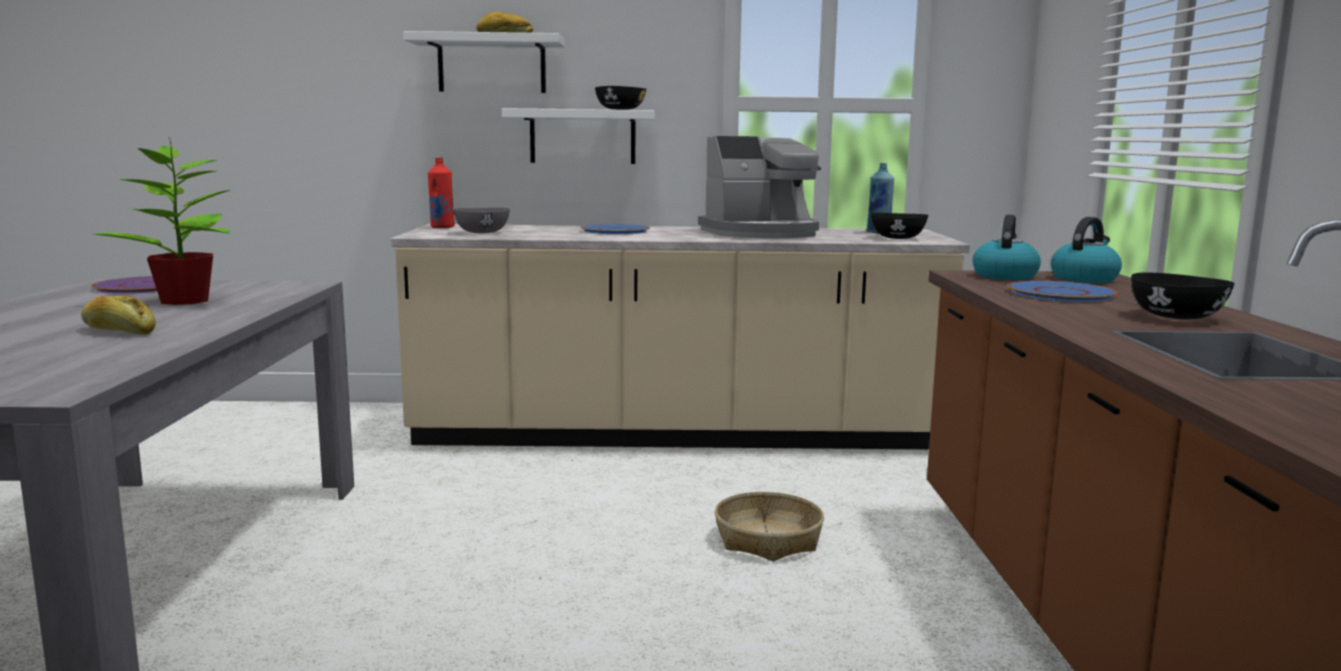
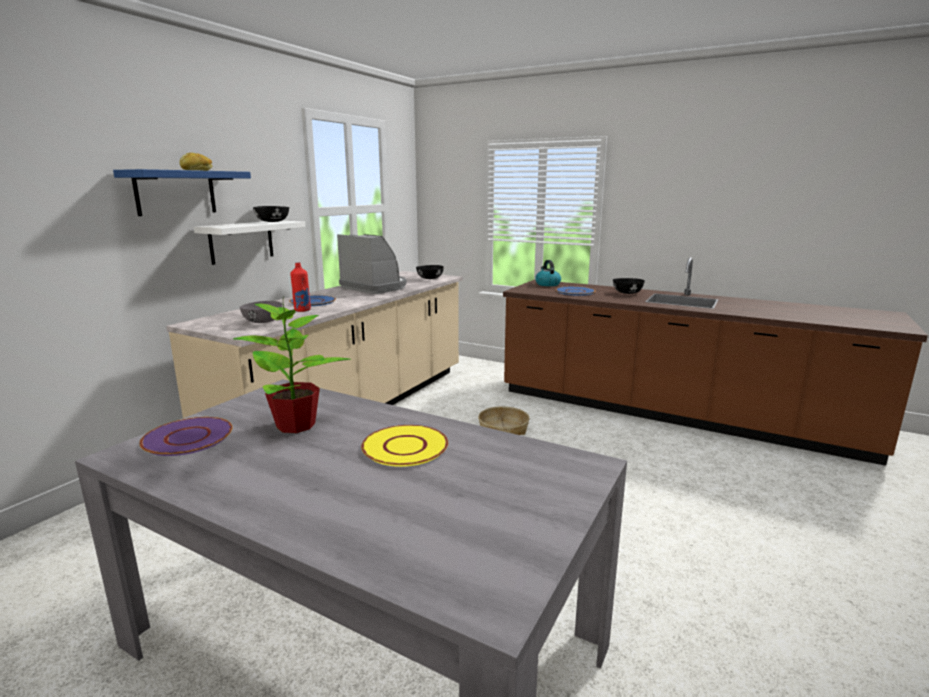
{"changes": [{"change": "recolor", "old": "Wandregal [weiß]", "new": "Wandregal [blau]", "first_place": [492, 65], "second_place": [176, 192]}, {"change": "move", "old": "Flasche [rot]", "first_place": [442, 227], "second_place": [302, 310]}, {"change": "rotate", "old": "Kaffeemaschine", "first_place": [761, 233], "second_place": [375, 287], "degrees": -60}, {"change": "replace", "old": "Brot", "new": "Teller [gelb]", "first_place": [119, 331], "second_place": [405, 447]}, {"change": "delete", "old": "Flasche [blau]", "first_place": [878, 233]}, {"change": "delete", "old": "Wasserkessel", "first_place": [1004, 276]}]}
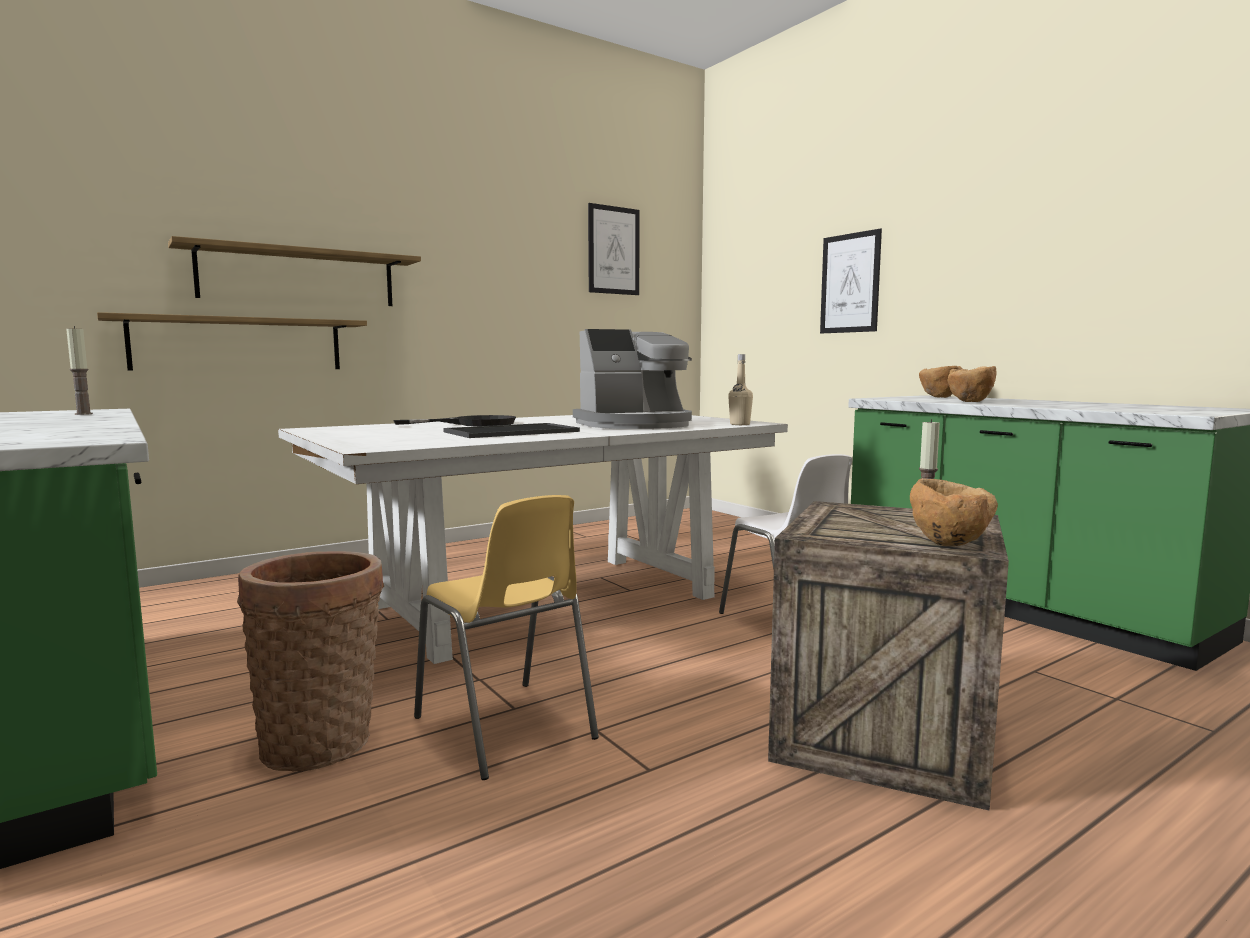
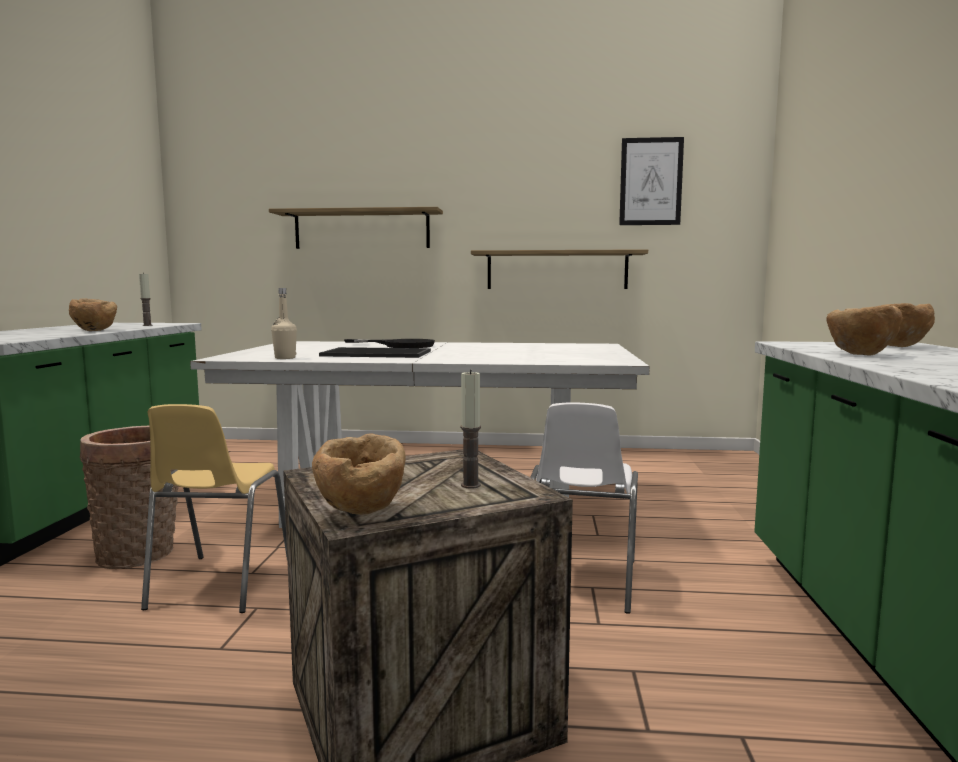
{"changes": [{"change": "insert", "new": "Schüssel [braun]", "second_place": [95, 331]}, {"change": "move", "old": "Flasche [beige]", "first_place": [740, 424], "second_place": [285, 358]}, {"change": "move", "old": "Wandregal", "first_place": [239, 344], "second_place": [557, 270]}, {"change": "delete", "old": "Kaffeemaschine", "first_place": [635, 425]}, {"change": "delete", "old": "Bild", "first_place": [850, 283]}]}
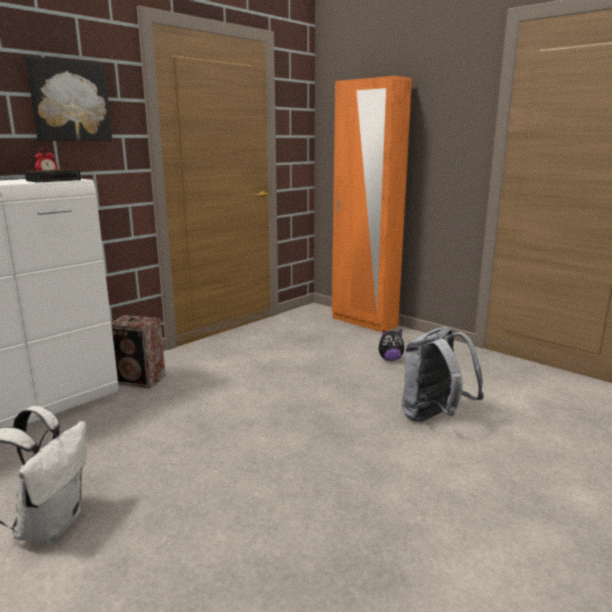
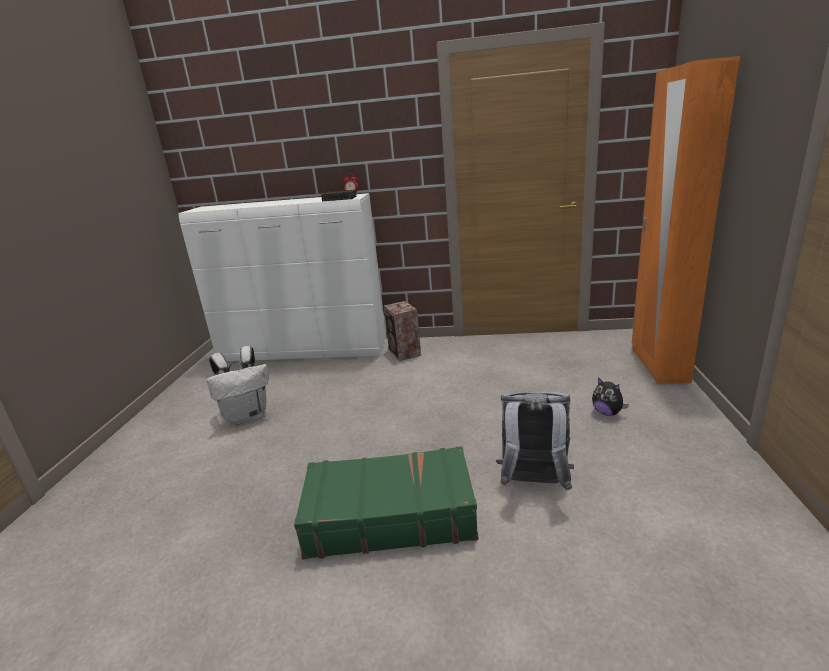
{"changes": [{"change": "insert", "new": "Koffer [grün]", "second_place": [389, 515]}, {"change": "delete", "old": "Bild", "first_place": [69, 101]}]}
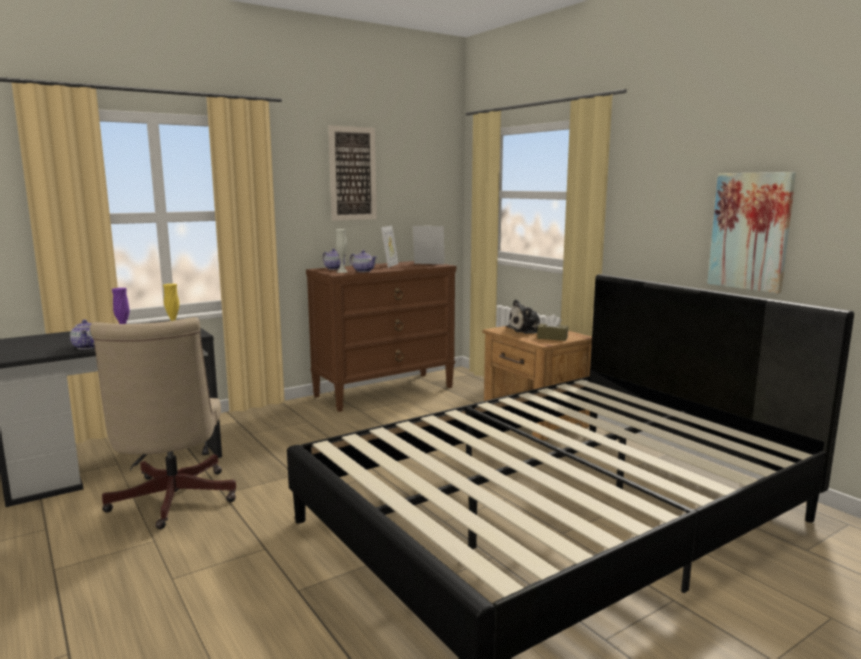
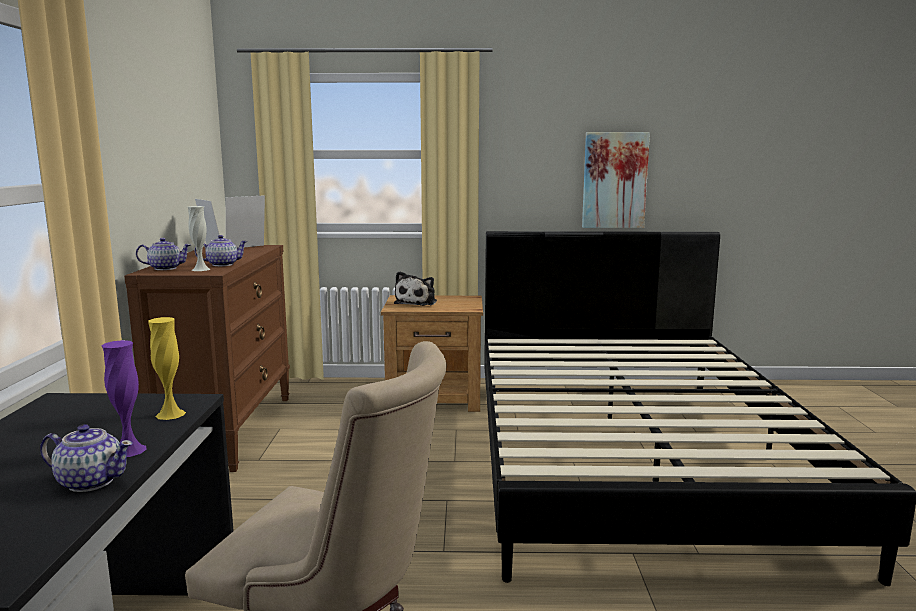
{"changes": [{"change": "delete", "old": "Bild", "first_place": [352, 174]}, {"change": "delete", "old": "Taschentuchbox [braun]", "first_place": [552, 338]}]}
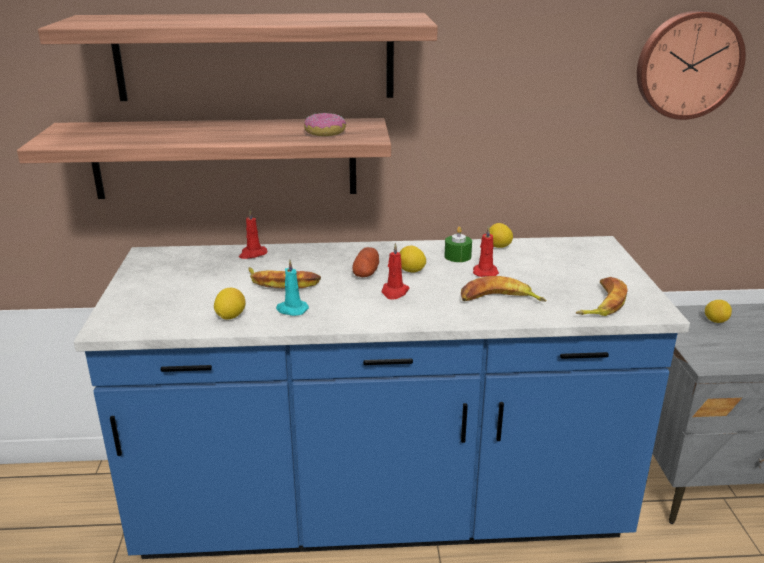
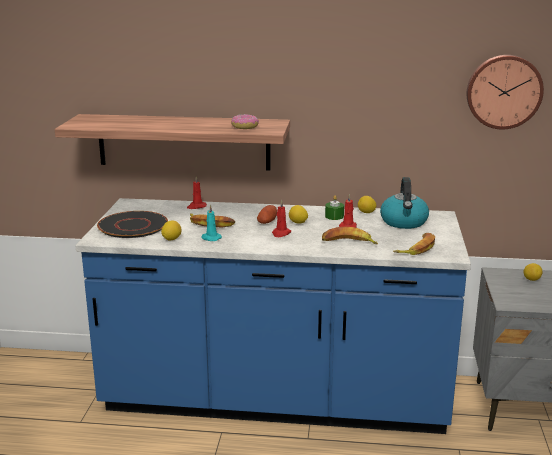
{"changes": [{"change": "insert", "new": "Teller [schwarz]", "second_place": [133, 226]}, {"change": "insert", "new": "Wasserkessel", "second_place": [404, 222]}, {"change": "delete", "old": "Wandregal", "first_place": [255, 57]}]}
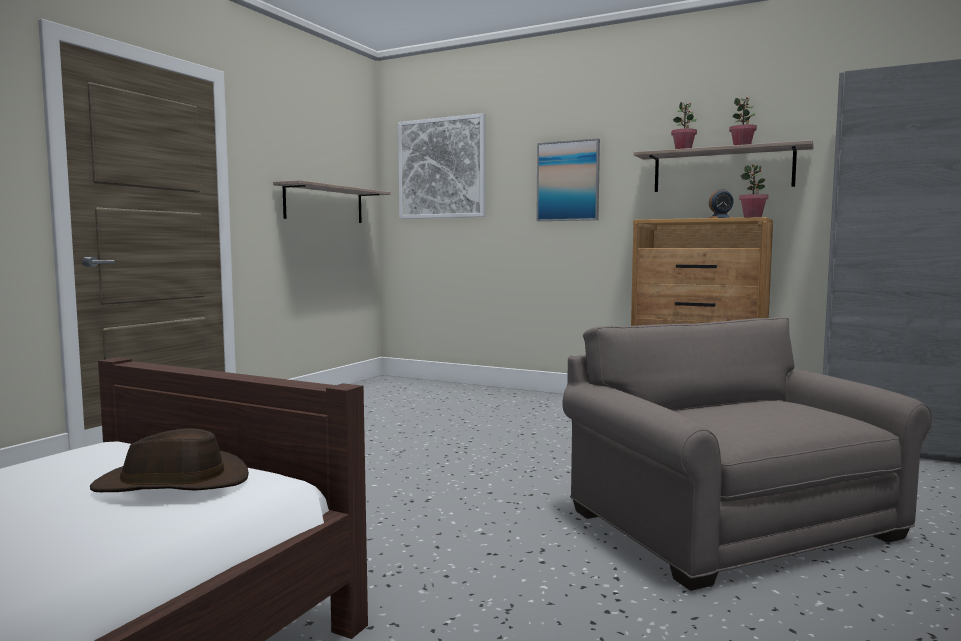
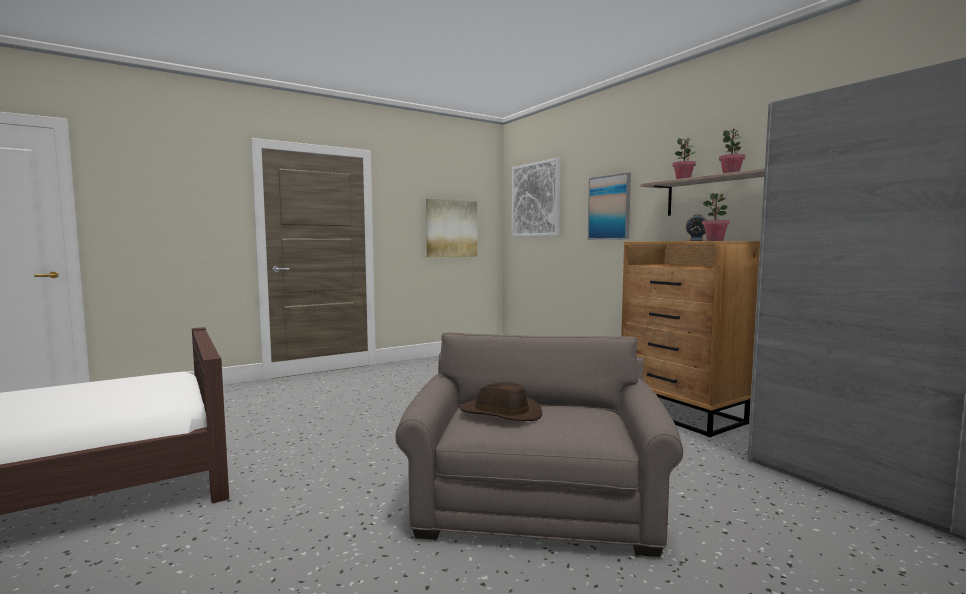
{"changes": [{"change": "replace", "old": "Wandregal", "new": "Bild", "first_place": [324, 204], "second_place": [451, 228]}, {"change": "move", "old": "Hut [braun]", "first_place": [173, 484], "second_place": [501, 413]}]}
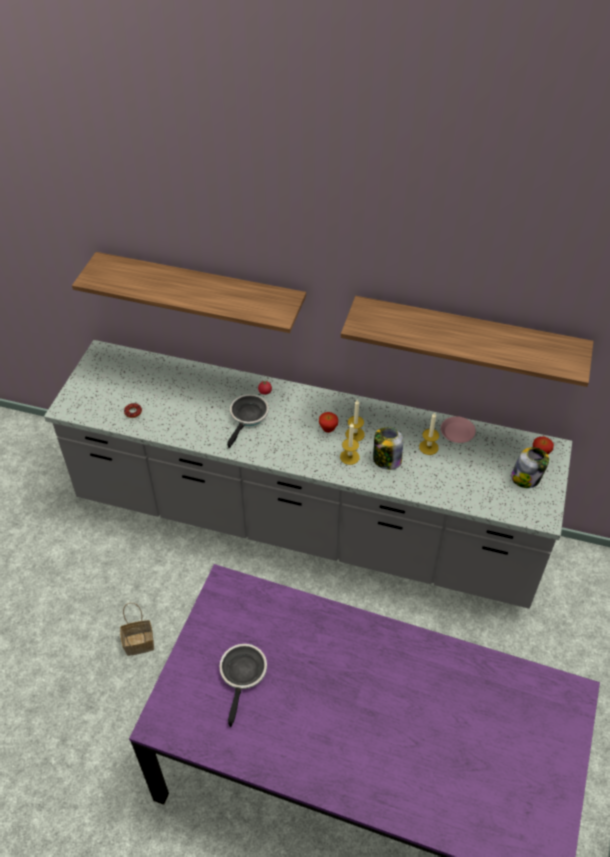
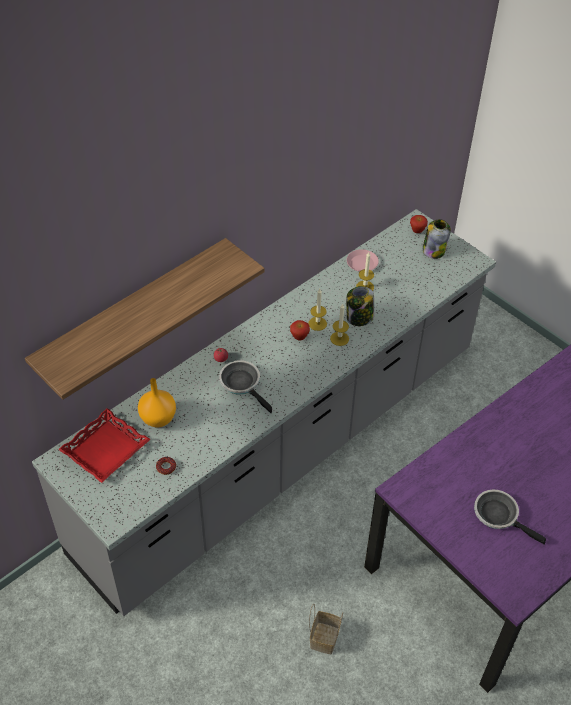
{"changes": [{"change": "insert", "new": "Tablett [rot]", "second_place": [106, 450]}, {"change": "insert", "new": "Vase [orange]", "second_place": [158, 418]}, {"change": "delete", "old": "Wandregal", "first_place": [468, 335]}]}
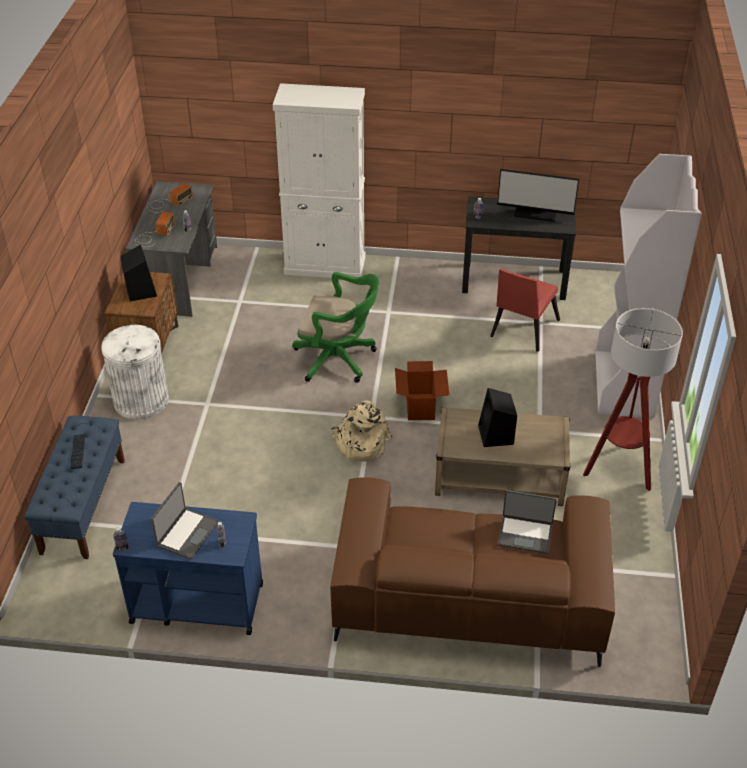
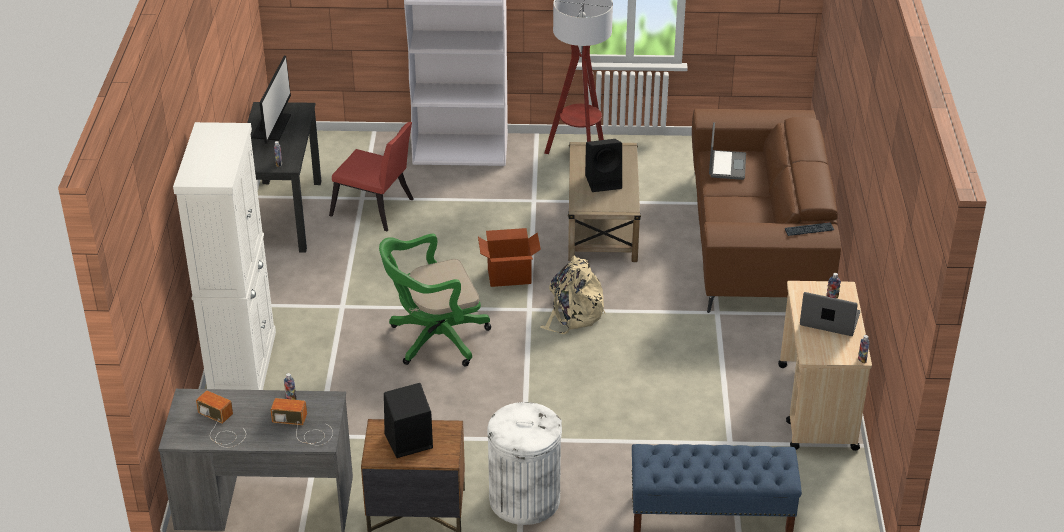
{"changes": [{"change": "rotate", "old": "Bürostuhl [grün]", "first_place": [339, 359], "second_place": [434, 339], "degrees": -120}, {"change": "recolor", "old": "Rollwagen [blau]", "new": "Rollwagen [beige]", "first_place": [196, 603], "second_place": [817, 407]}, {"change": "move", "old": "Tastatur", "first_place": [78, 451], "second_place": [809, 230]}]}
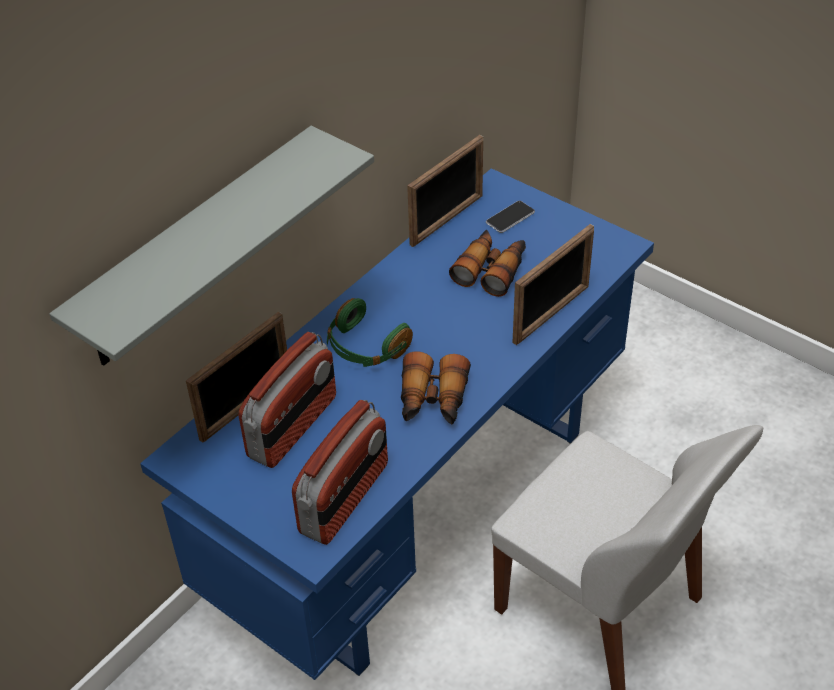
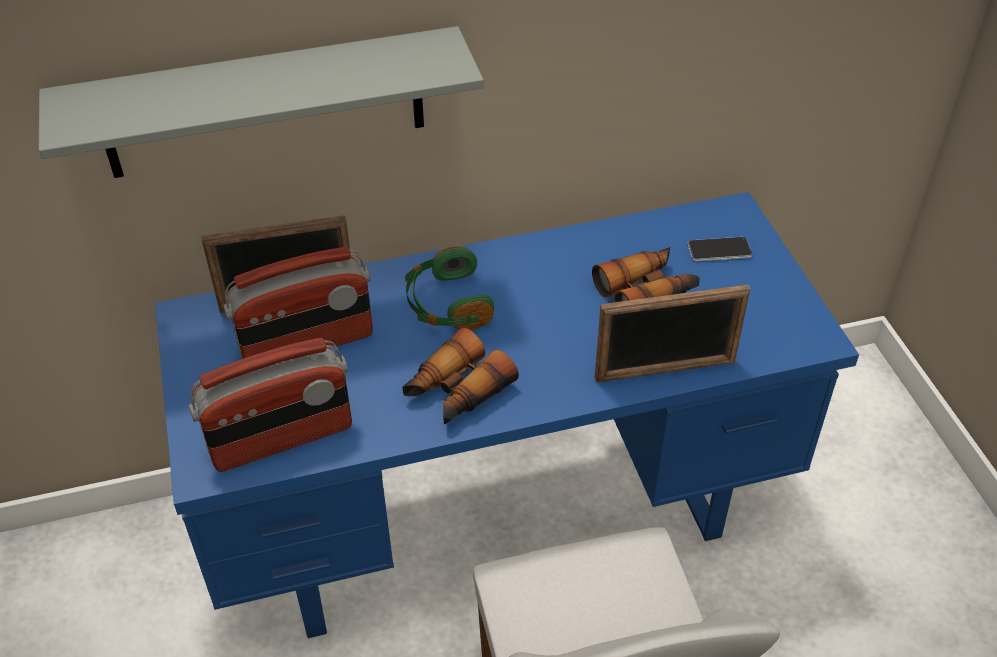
{"changes": [{"change": "delete", "old": "Bilderrahmen", "first_place": [447, 220]}]}
